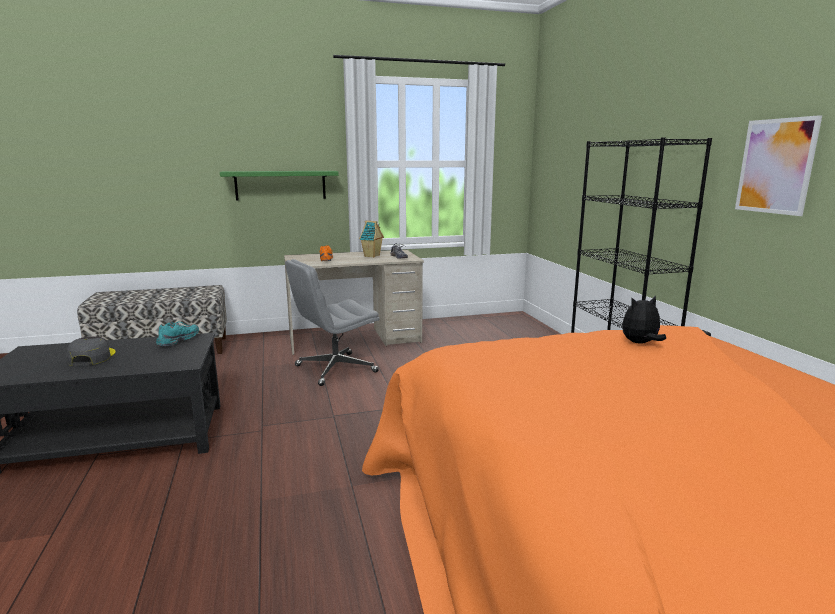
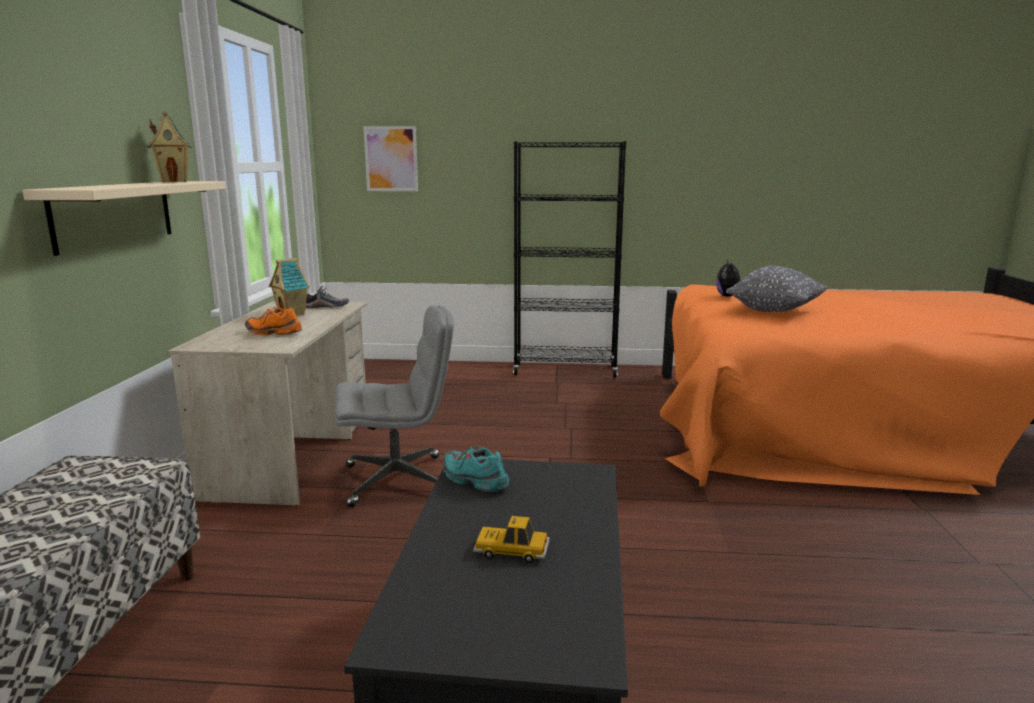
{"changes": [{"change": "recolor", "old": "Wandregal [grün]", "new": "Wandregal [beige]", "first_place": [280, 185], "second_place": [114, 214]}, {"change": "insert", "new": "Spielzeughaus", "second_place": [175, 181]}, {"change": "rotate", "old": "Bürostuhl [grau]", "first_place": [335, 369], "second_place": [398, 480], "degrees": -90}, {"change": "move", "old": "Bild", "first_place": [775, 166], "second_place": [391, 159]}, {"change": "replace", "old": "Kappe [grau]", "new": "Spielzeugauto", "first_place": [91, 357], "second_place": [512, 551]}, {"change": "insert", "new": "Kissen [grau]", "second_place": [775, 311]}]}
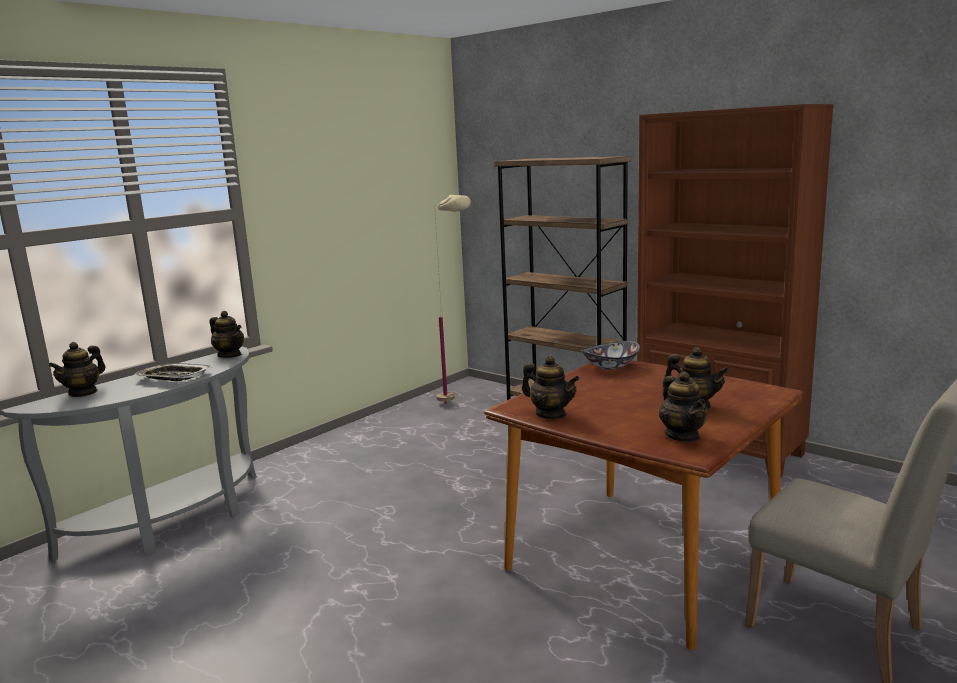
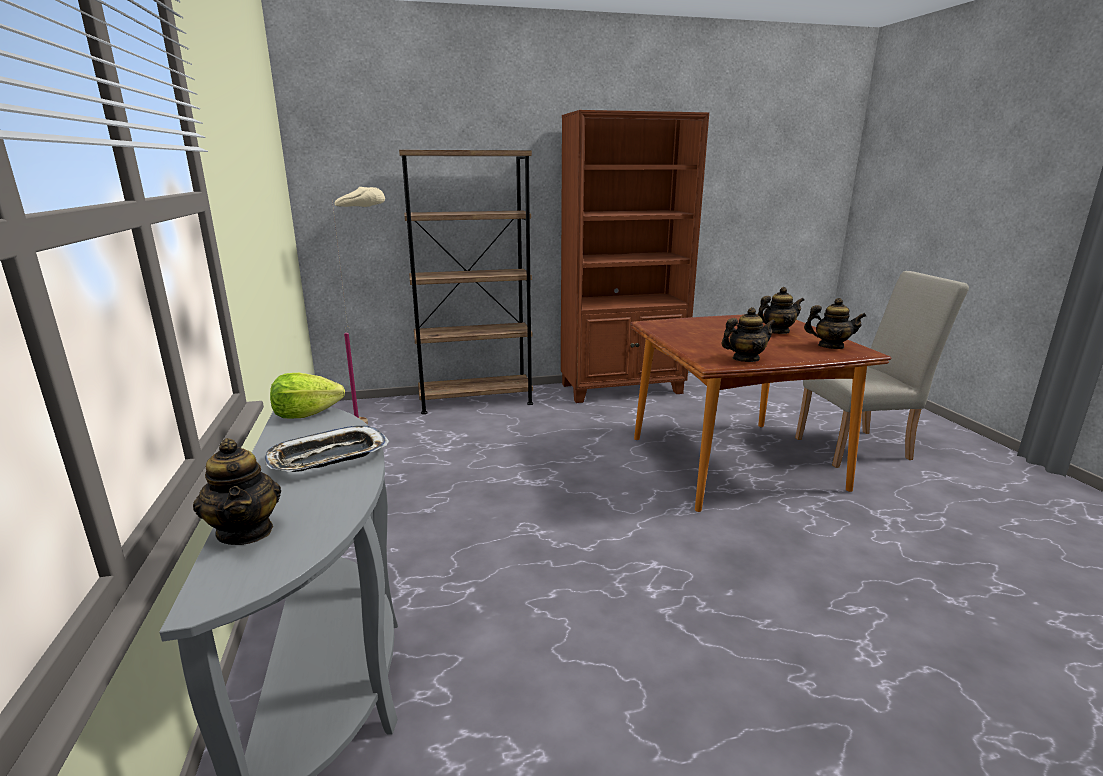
{"changes": [{"change": "replace", "old": "Teekanne", "new": "Salatkopf", "first_place": [230, 355], "second_place": [306, 414]}, {"change": "delete", "old": "Schüssel", "first_place": [611, 366]}]}
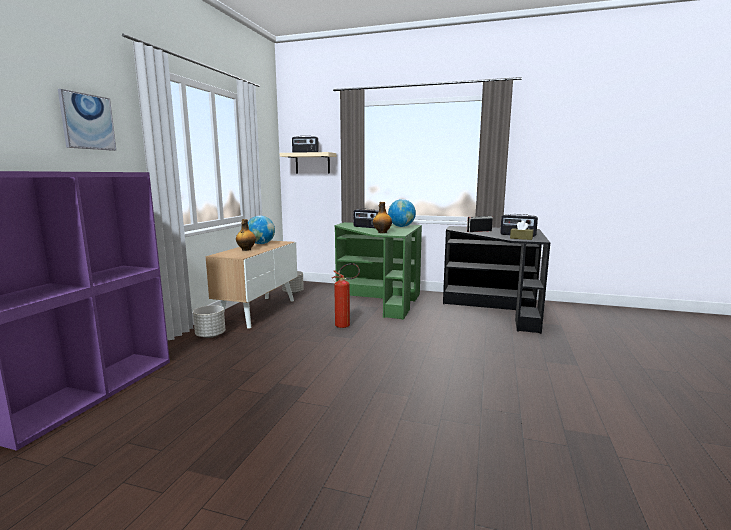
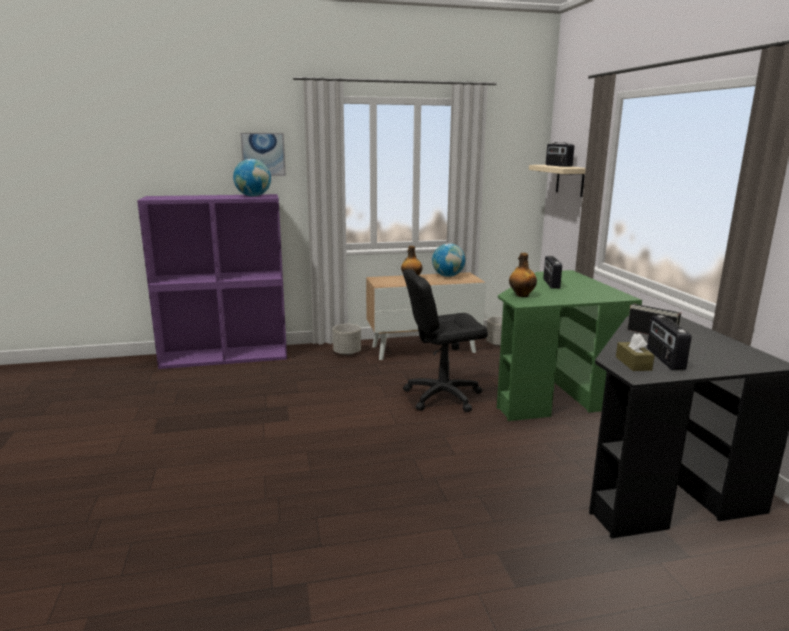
{"changes": [{"change": "move", "old": "Globus", "first_place": [401, 226], "second_place": [253, 196]}, {"change": "replace", "old": "Feuerlöscher", "new": "Bürostuhl [schwarz]", "first_place": [346, 326], "second_place": [442, 396]}]}
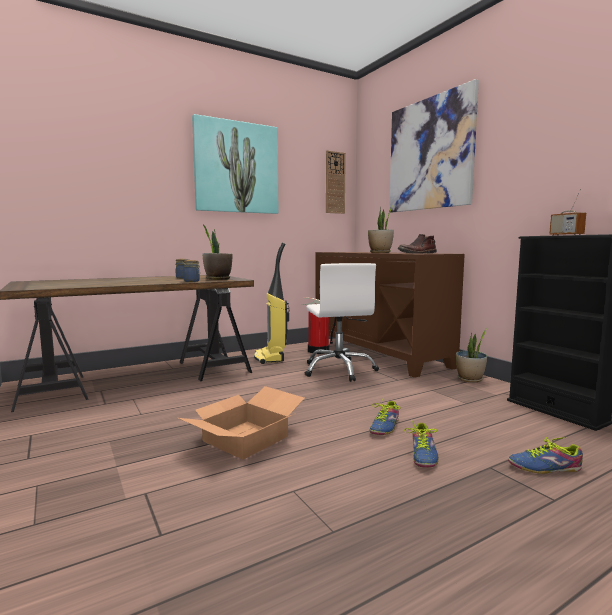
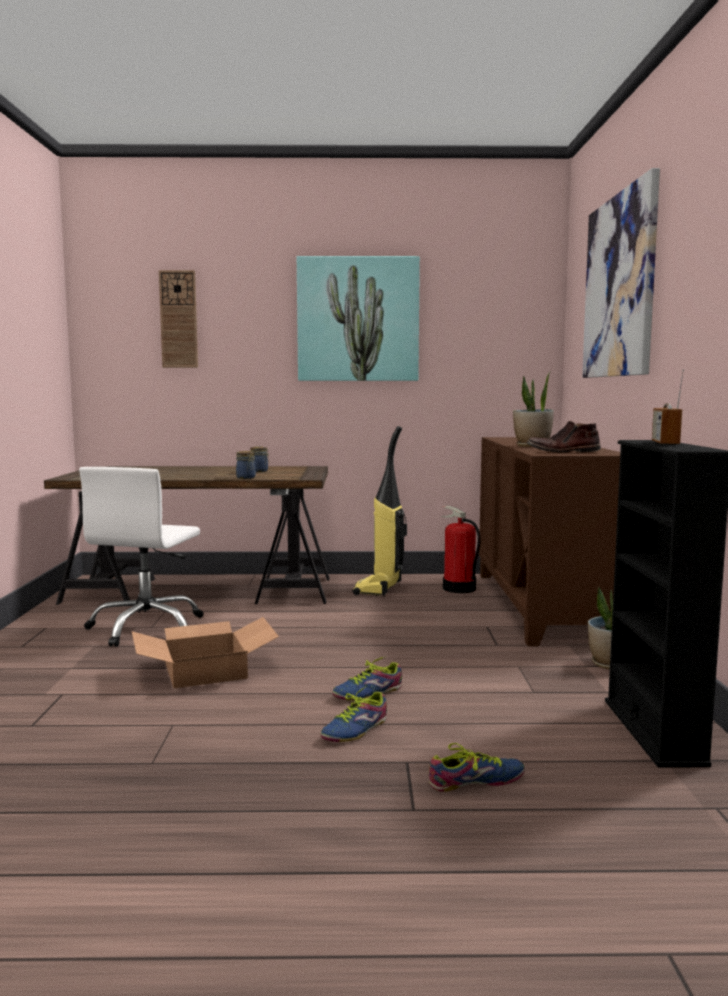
{"changes": [{"change": "move", "old": "Bürostuhl [weiß]", "first_place": [339, 370], "second_place": [147, 627]}, {"change": "move", "old": "Wanduhr", "first_place": [335, 183], "second_place": [178, 319]}, {"change": "rotate", "old": "Schuh", "first_place": [545, 467], "second_place": [475, 781], "degrees": 135}, {"change": "delete", "old": "Topfpflanze", "first_place": [218, 279]}]}
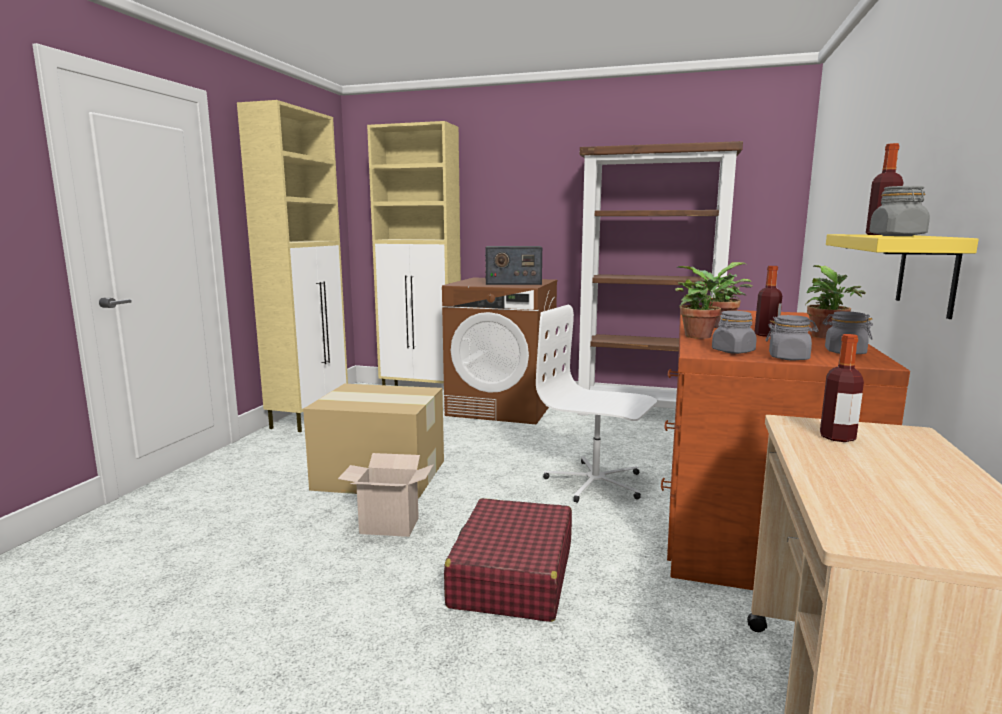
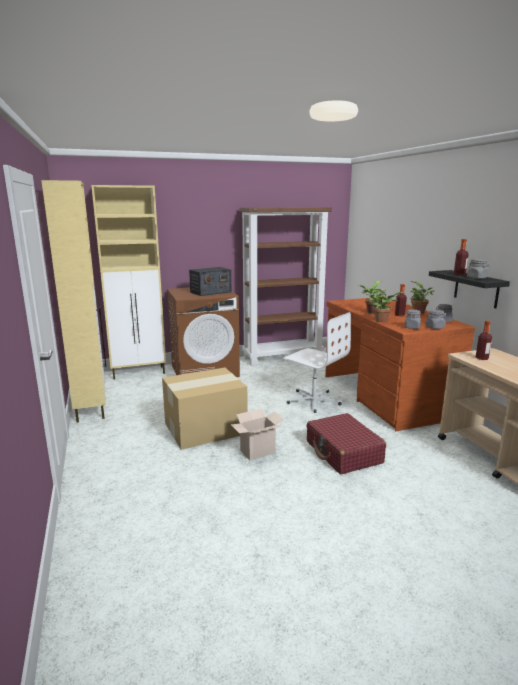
{"changes": [{"change": "rotate", "old": "Bürostuhl [weiß]", "first_place": [595, 483], "second_place": [313, 400], "degrees": -135}, {"change": "recolor", "old": "Wandregal [gelb]", "new": "Wandregal [schwarz]", "first_place": [927, 272], "second_place": [476, 288]}]}
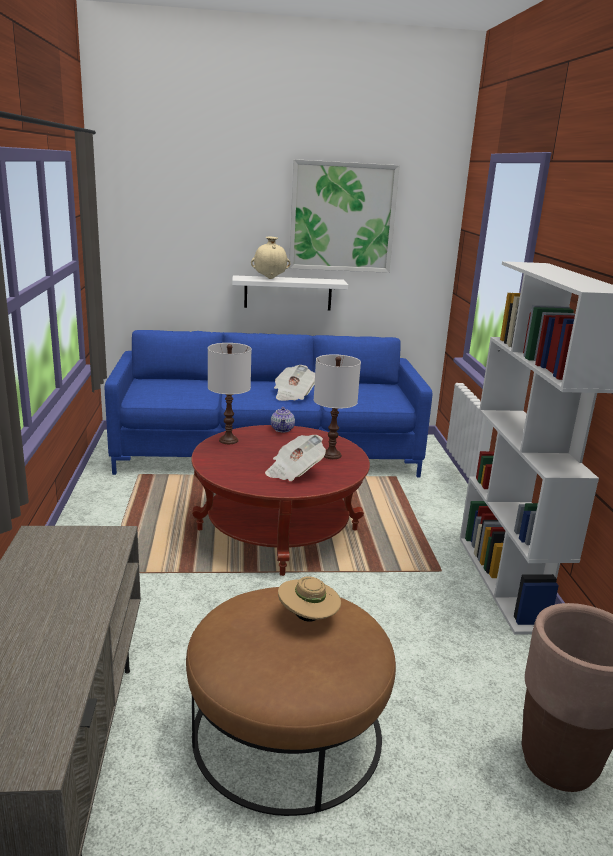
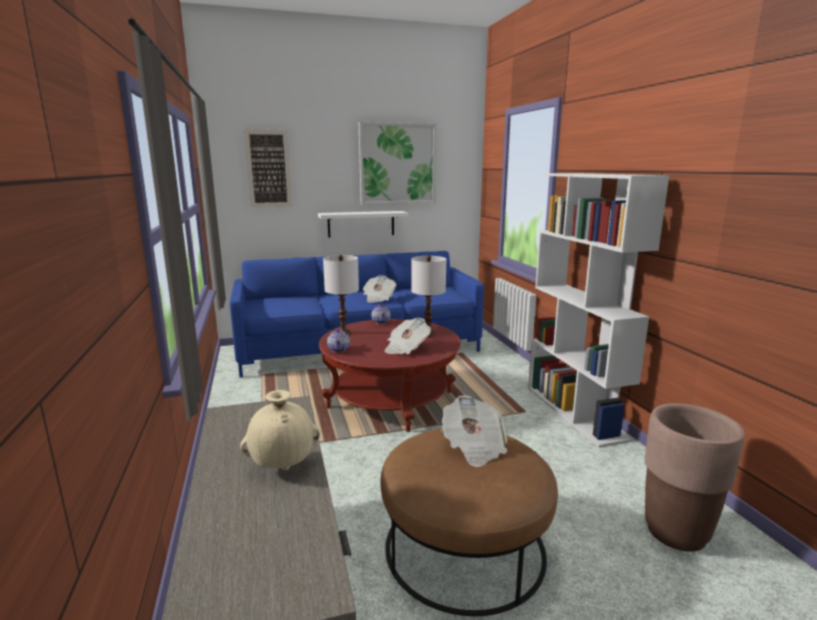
{"changes": [{"change": "move", "old": "Vase [beige]", "first_place": [270, 278], "second_place": [283, 466]}, {"change": "insert", "new": "Bild", "second_place": [268, 169]}, {"change": "insert", "new": "Teekanne", "second_place": [339, 349]}, {"change": "replace", "old": "Hut [beige]", "new": "Zeitung", "first_place": [308, 618], "second_place": [473, 447]}]}
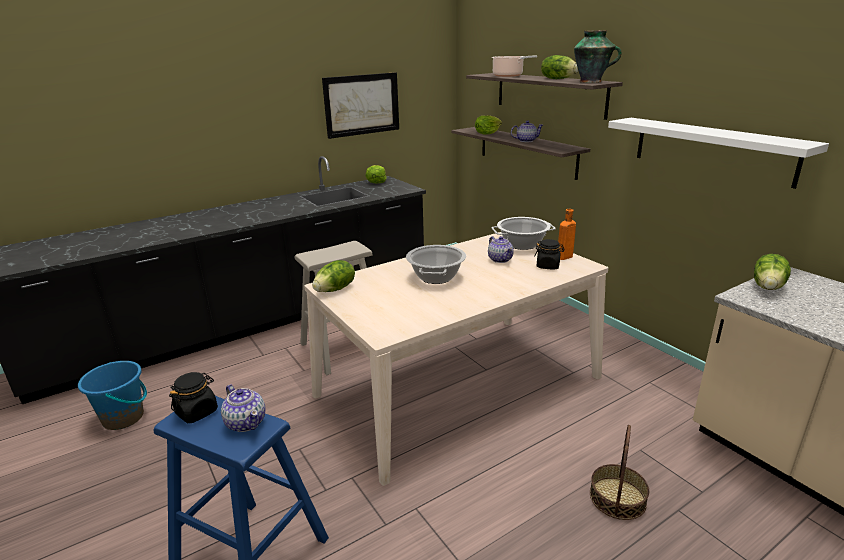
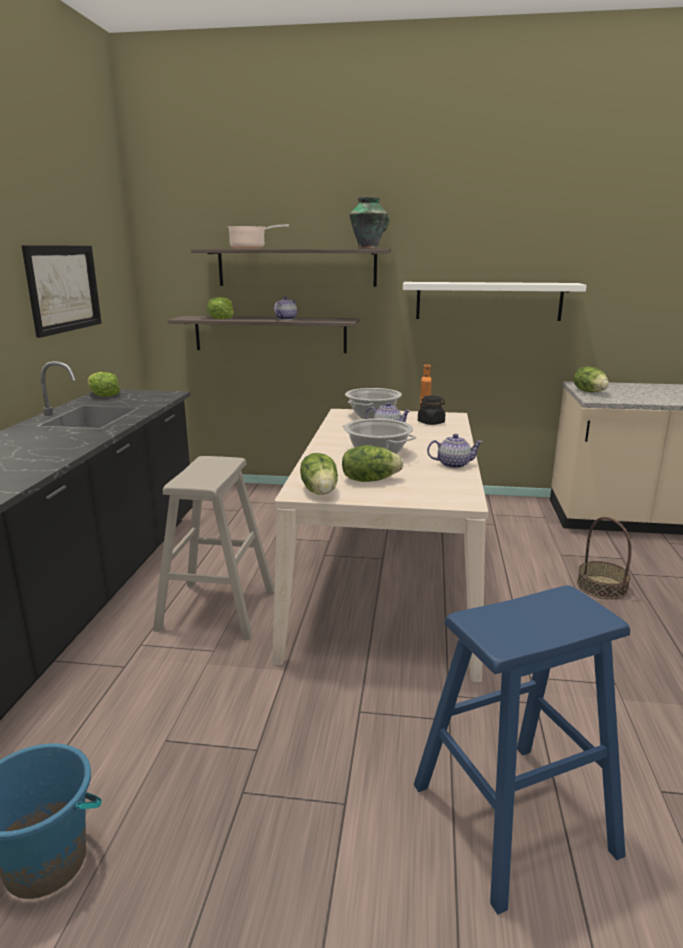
{"changes": [{"change": "move", "old": "Salatkopf", "first_place": [558, 79], "second_place": [369, 480]}, {"change": "move", "old": "Teekanne", "first_place": [246, 422], "second_place": [453, 464]}, {"change": "delete", "old": "Vorratsglas [schwarz]", "first_place": [197, 412]}]}
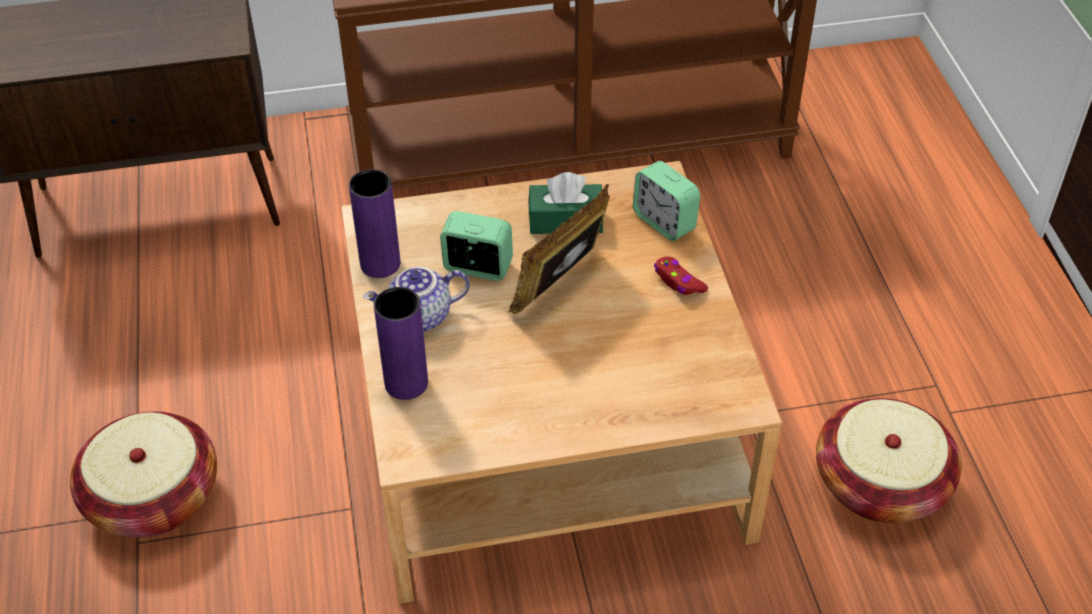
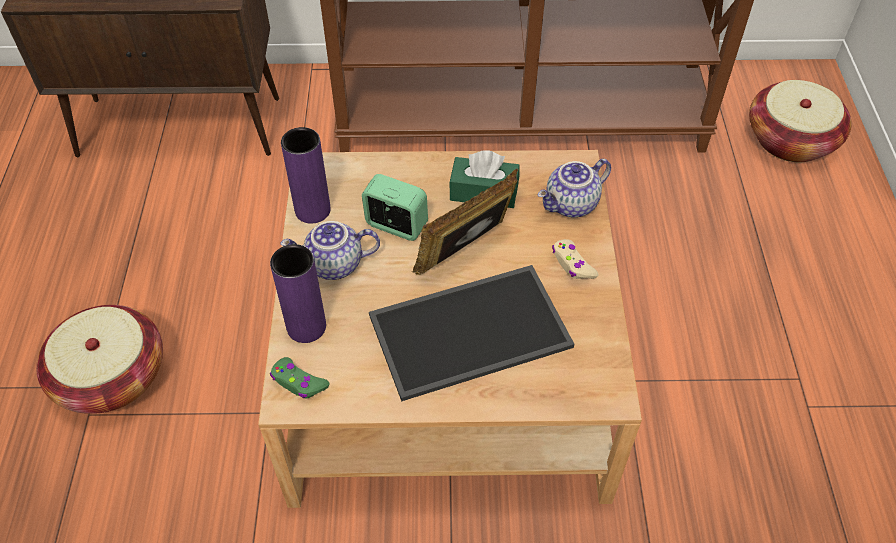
{"changes": [{"change": "insert", "new": "Gamepad [grün]", "second_place": [298, 382]}, {"change": "insert", "new": "Tablett", "second_place": [470, 328]}, {"change": "replace", "old": "Wecker", "new": "Teekanne", "first_place": [664, 222], "second_place": [571, 205]}, {"change": "recolor", "old": "Gamepad [rot]", "new": "Gamepad [beige]", "first_place": [678, 281], "second_place": [572, 264]}, {"change": "move", "old": "Korb", "first_place": [880, 484], "second_place": [790, 140]}]}
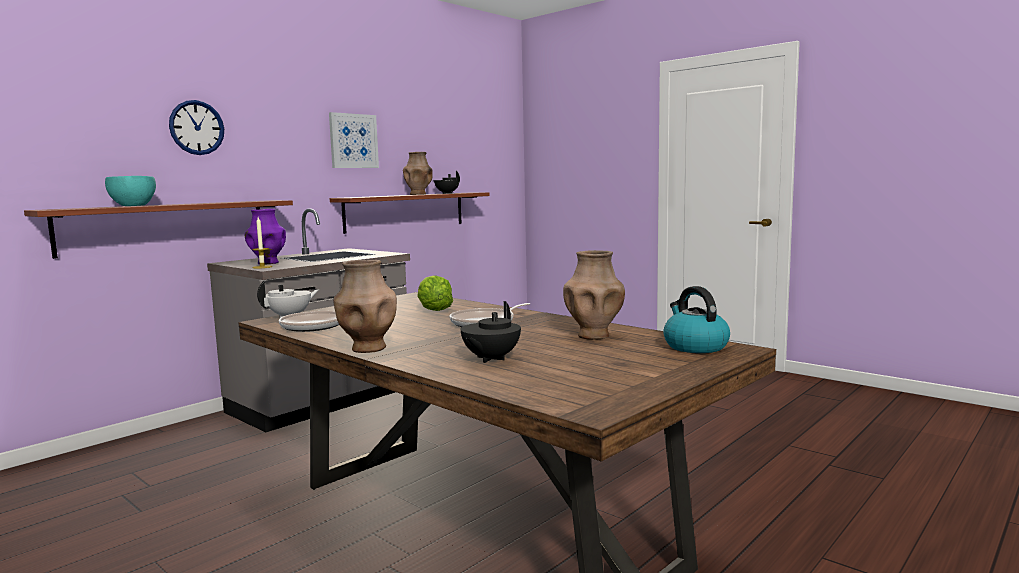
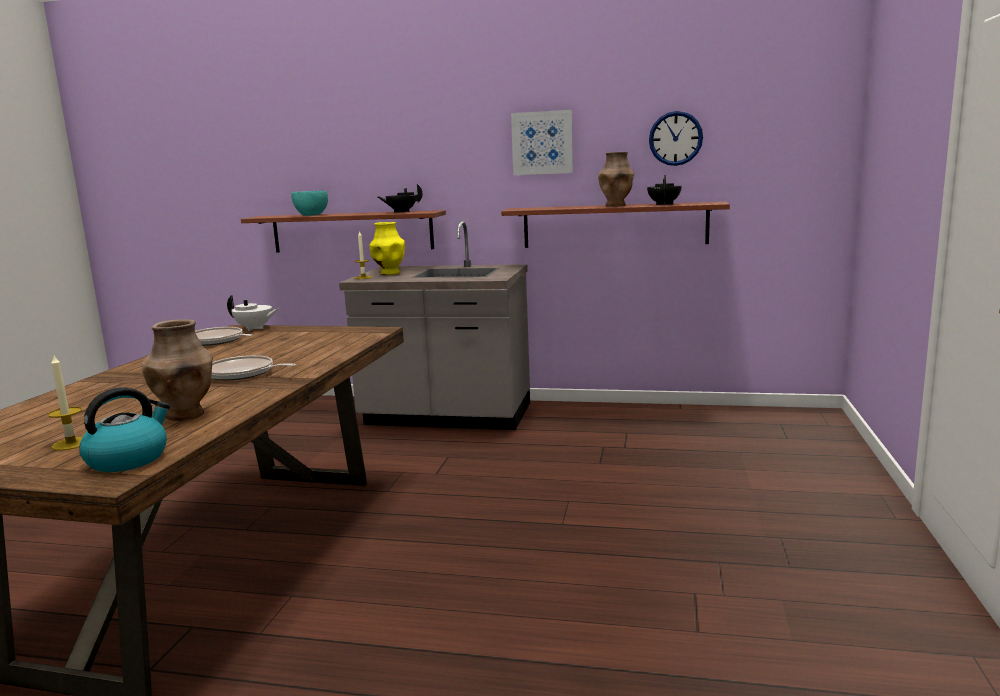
{"changes": [{"change": "insert", "new": "Kerze", "second_place": [71, 443]}, {"change": "recolor", "old": "Vase [lila]", "new": "Vase [gelb]", "first_place": [267, 263], "second_place": [389, 273]}, {"change": "move", "old": "Teekanne [schwarz]", "first_place": [490, 359], "second_place": [401, 212]}, {"change": "move", "old": "Wanduhr", "first_place": [197, 127], "second_place": [675, 138]}, {"change": "delete", "old": "Vase [braun]", "first_place": [368, 349]}, {"change": "delete", "old": "Salatkopf", "first_place": [434, 310]}]}
